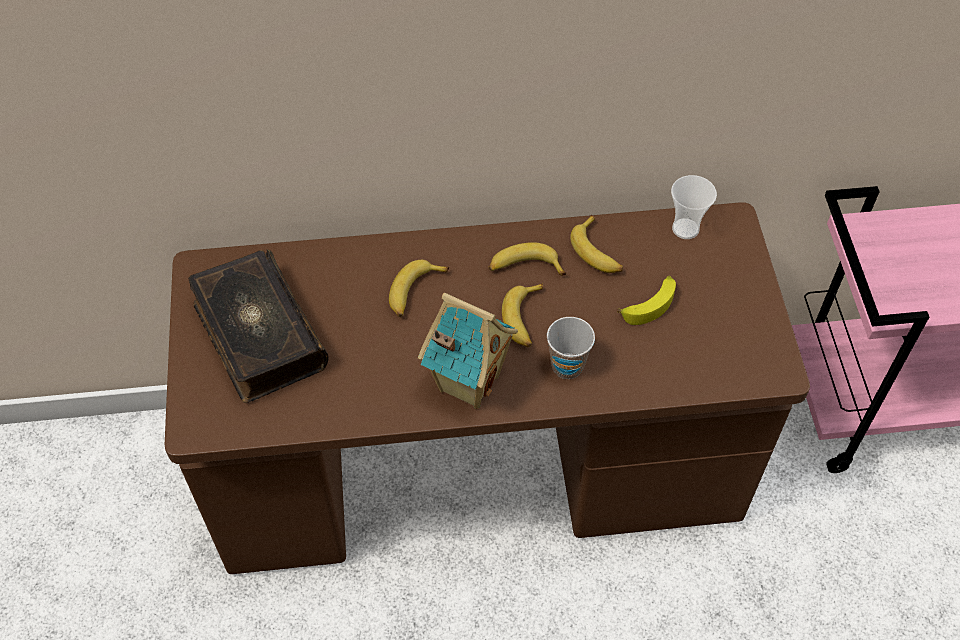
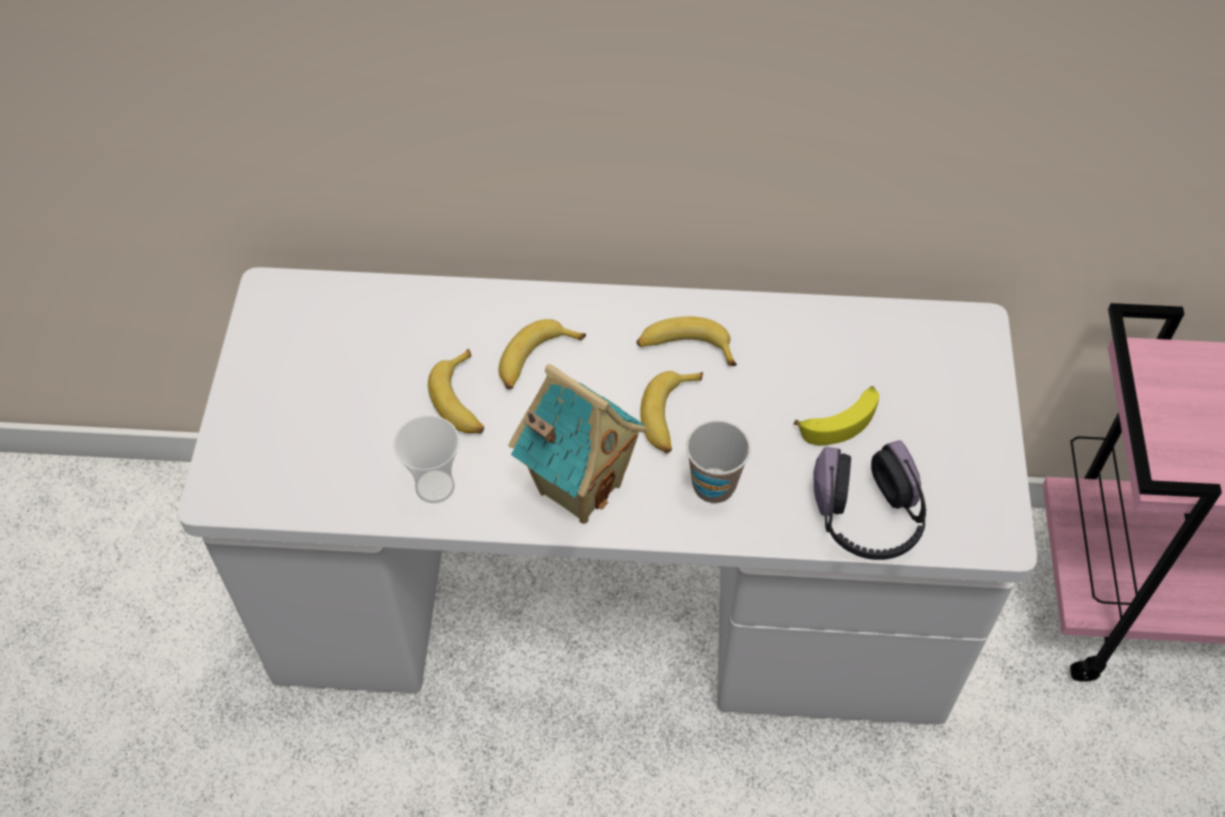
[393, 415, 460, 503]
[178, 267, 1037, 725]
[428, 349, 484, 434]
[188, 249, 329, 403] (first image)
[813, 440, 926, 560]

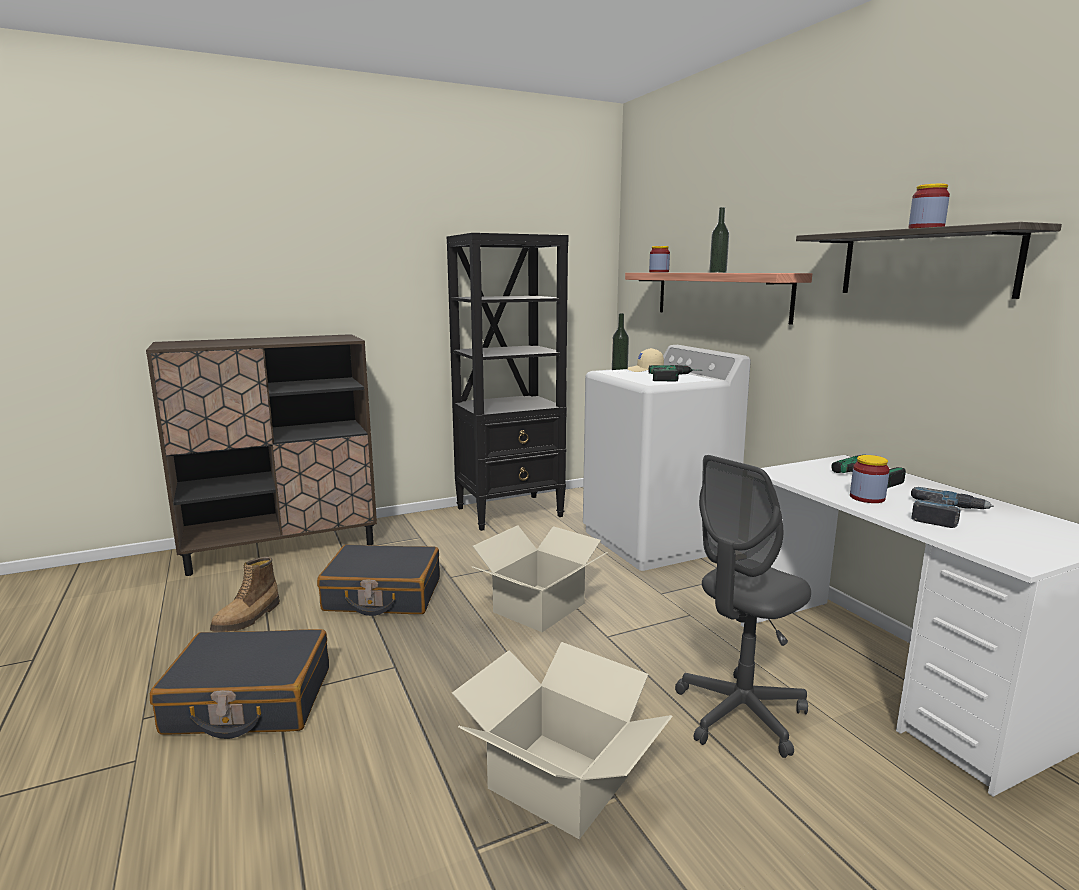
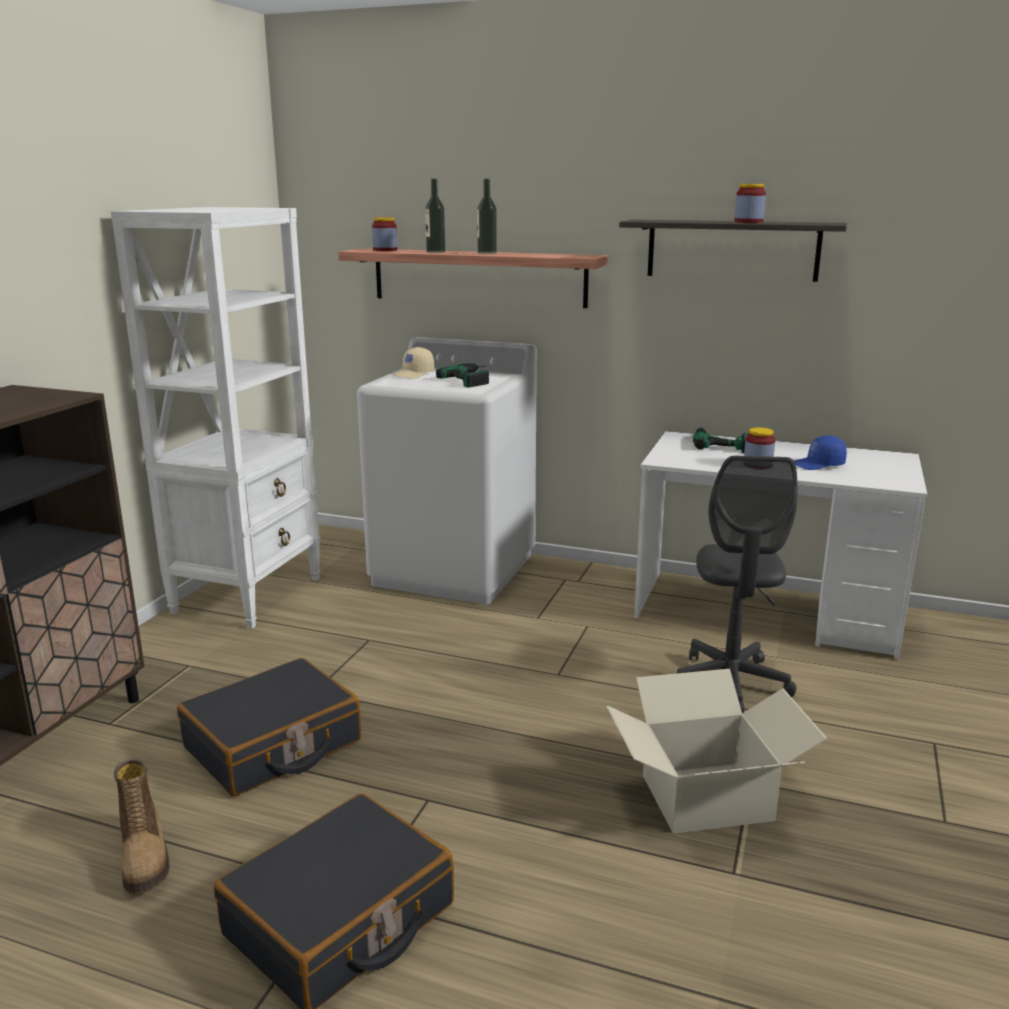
[111, 207, 321, 629]
[425, 179, 445, 253]
[795, 435, 847, 470]
[472, 525, 608, 632] (first image)

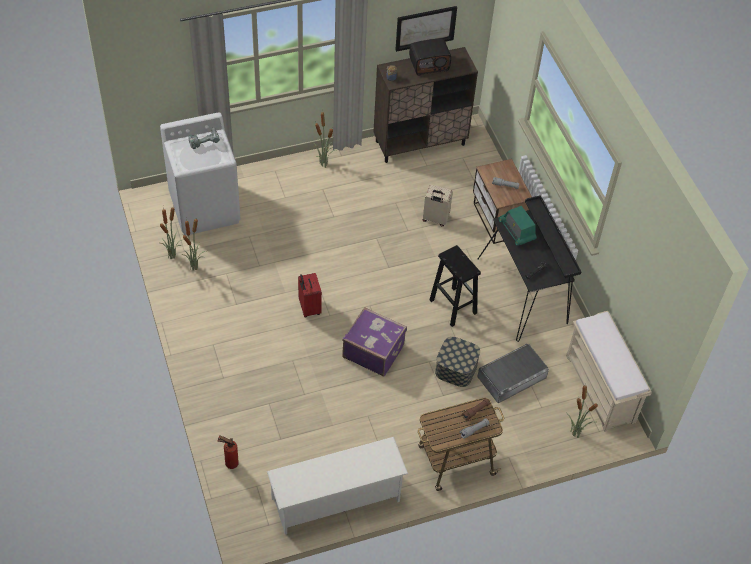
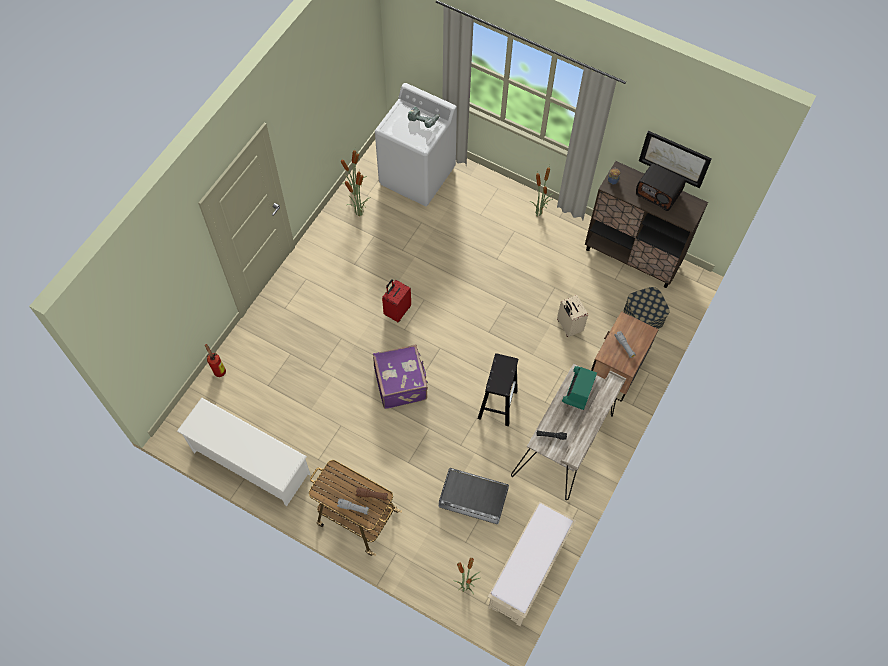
[511, 364, 626, 500]
[624, 287, 670, 329]

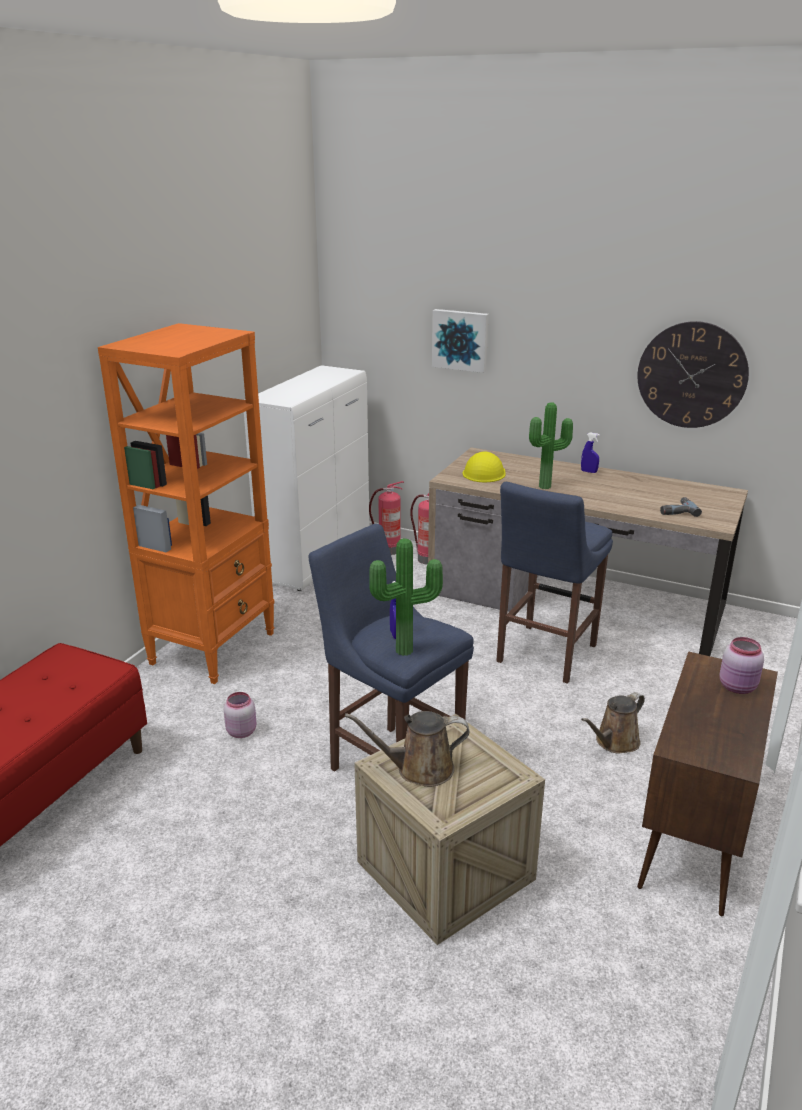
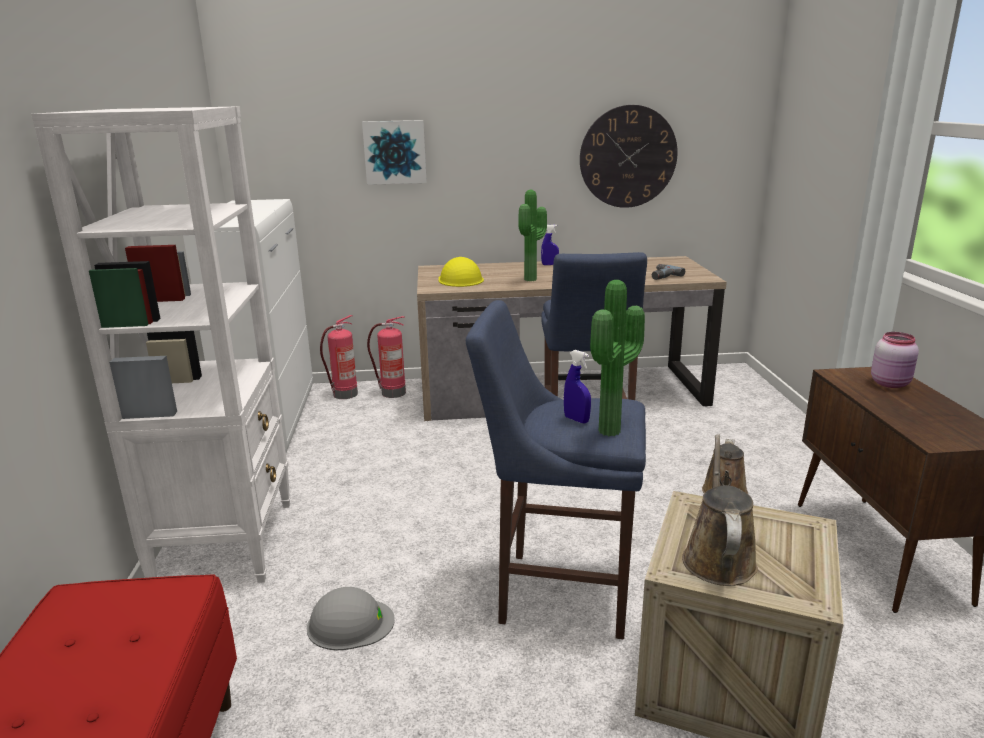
[31, 106, 291, 583]
[307, 587, 395, 650]
[682, 434, 758, 586]

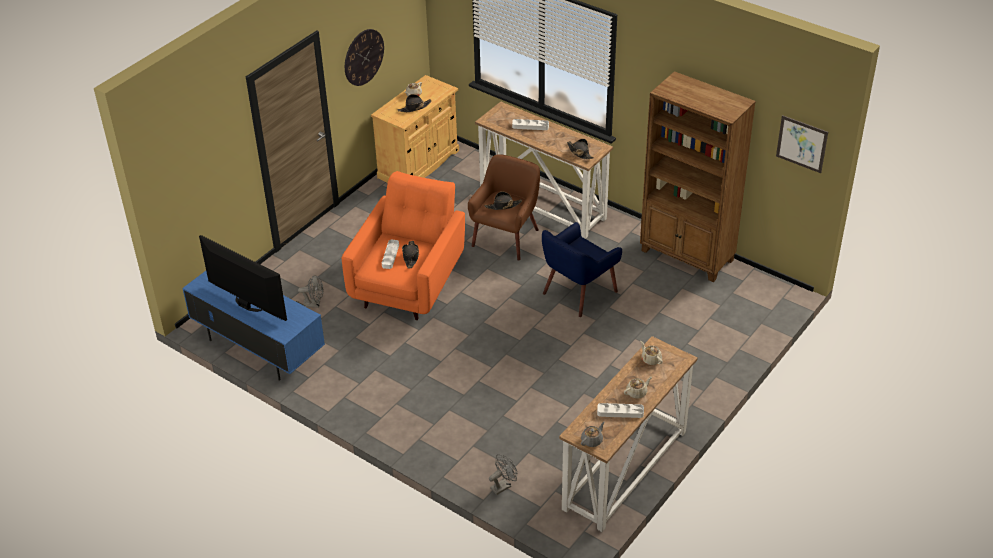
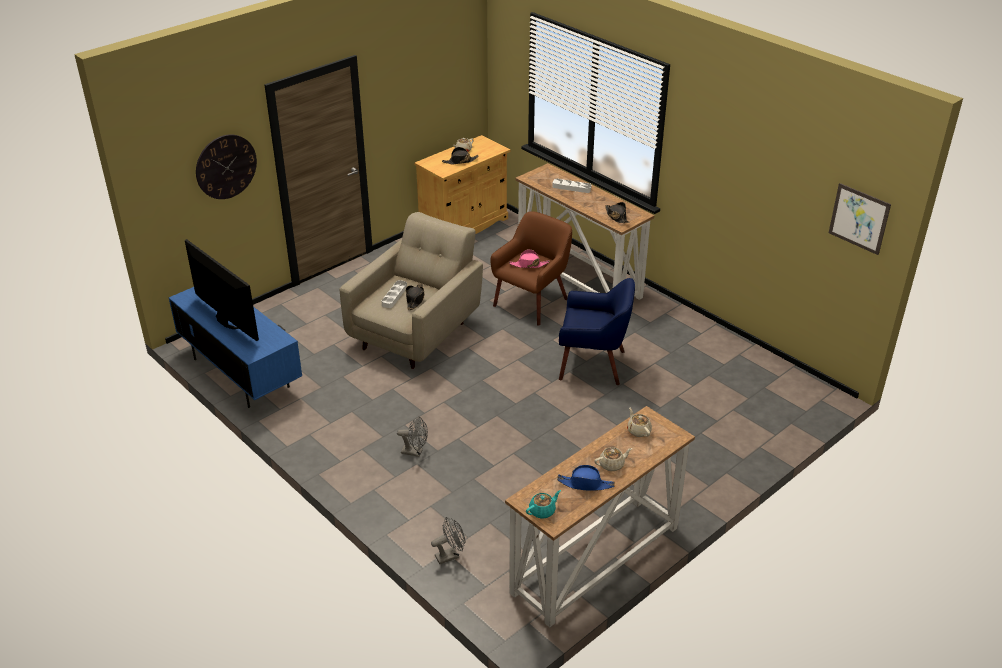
[196, 134, 257, 199]
[640, 71, 756, 282] (first image)
[339, 212, 483, 369]
[509, 249, 550, 268]
[559, 278, 635, 385]
[397, 416, 428, 457]
[557, 465, 615, 491]
[526, 490, 561, 518]

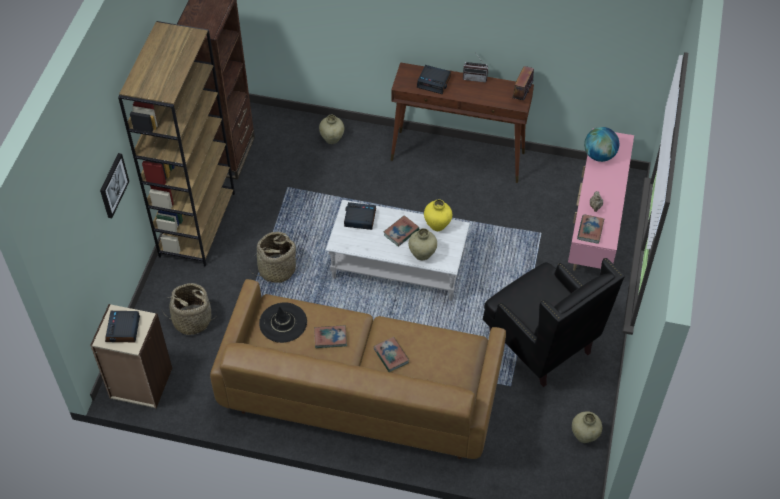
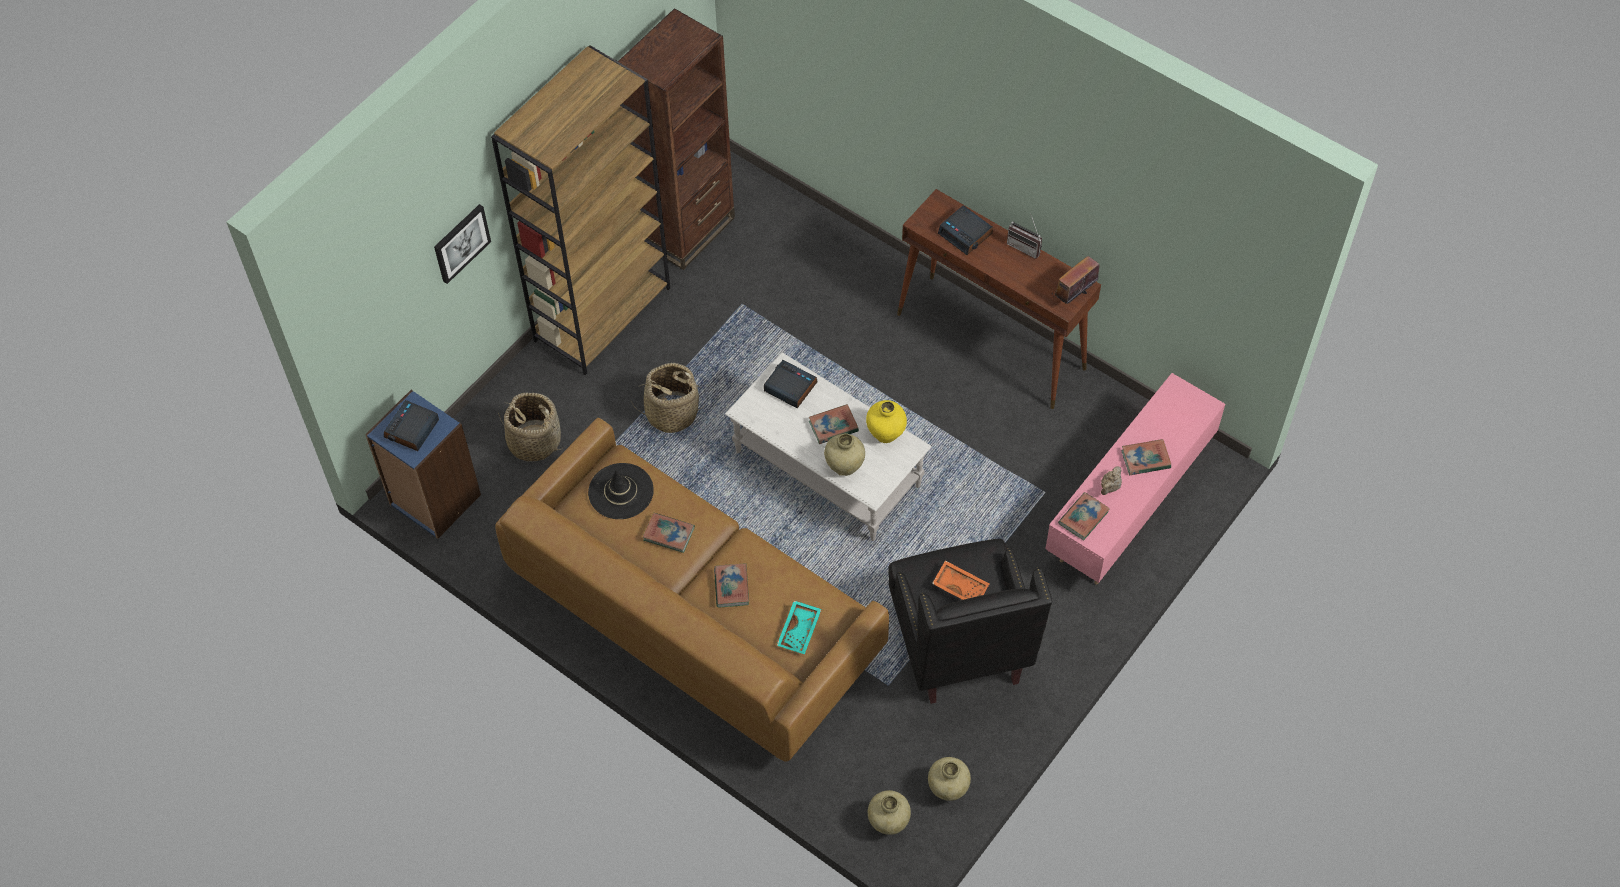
[868, 790, 911, 835]
[584, 127, 619, 162] (first image)
[365, 390, 481, 539]
[1121, 439, 1171, 475]
[932, 560, 990, 600]
[777, 601, 822, 654]

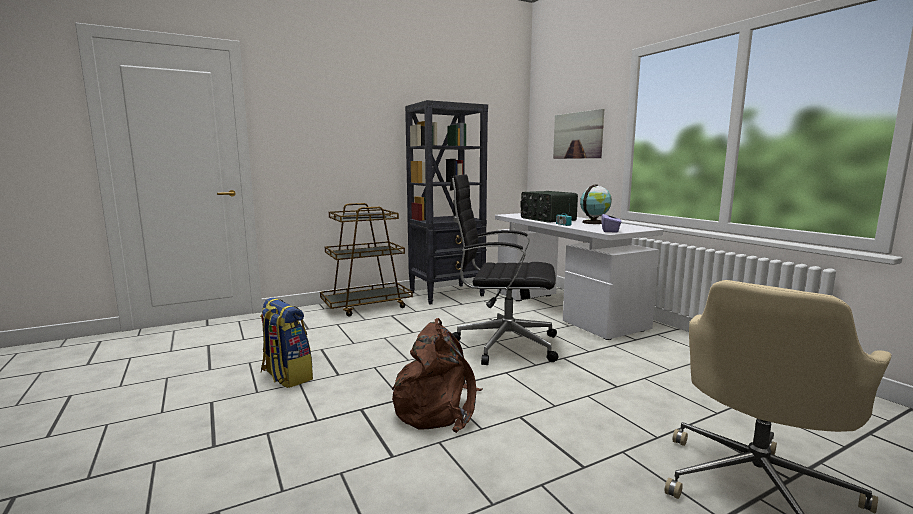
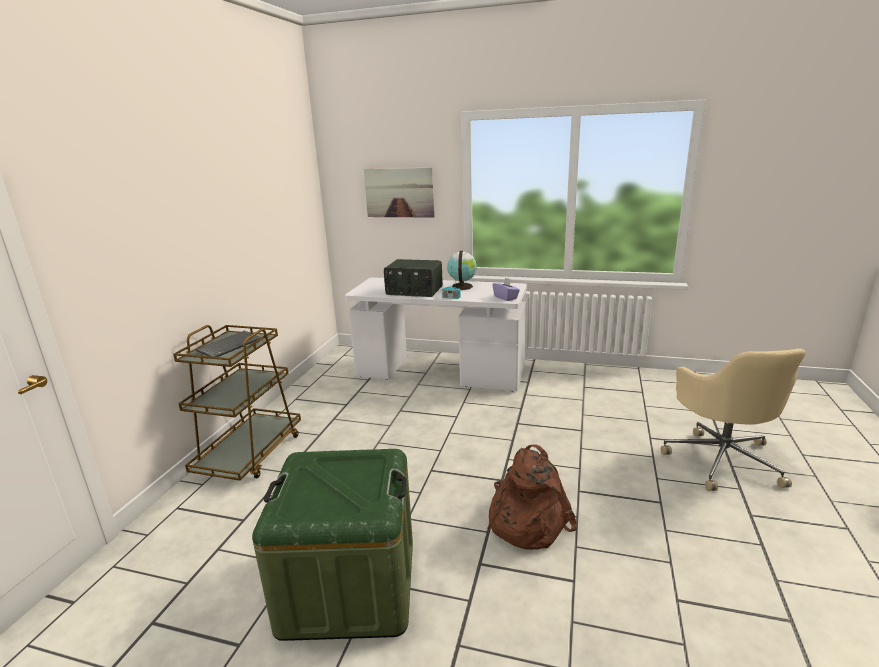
[405, 100, 488, 305] (first image)
[450, 174, 558, 365] (first image)
[252, 449, 413, 641]

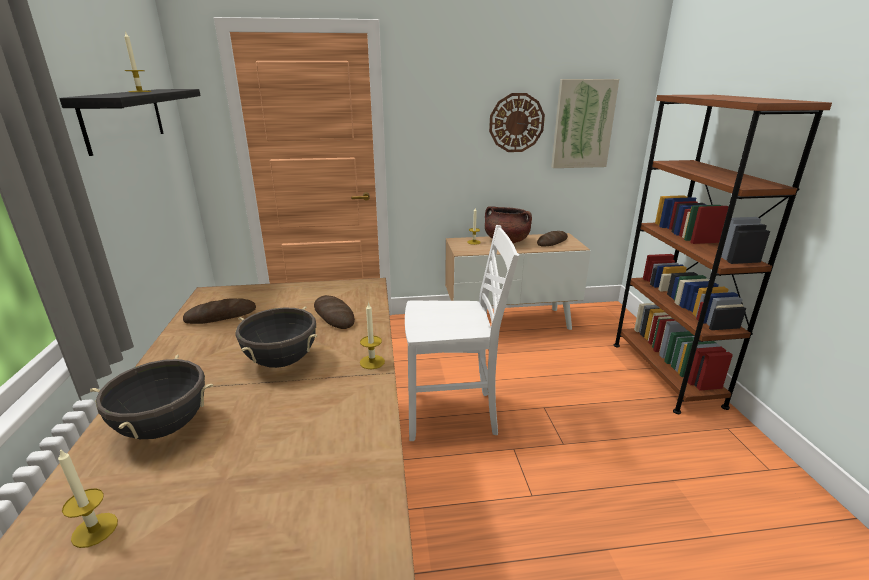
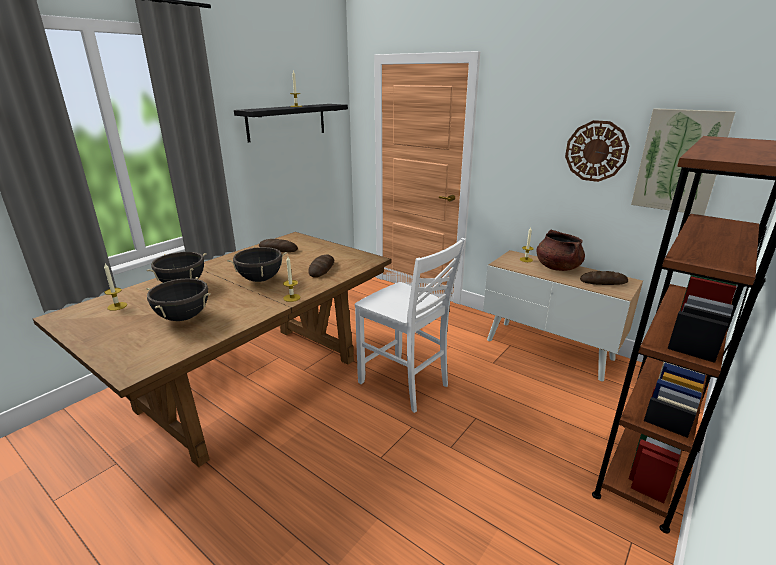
[146, 277, 210, 321]

